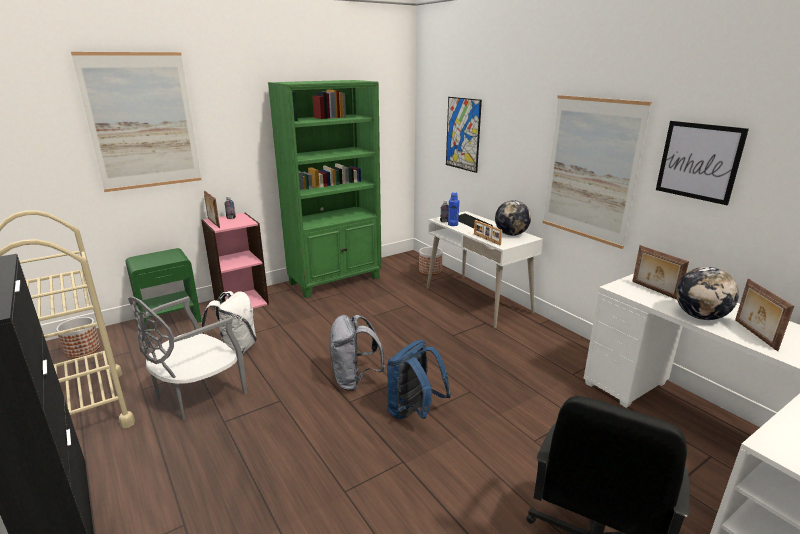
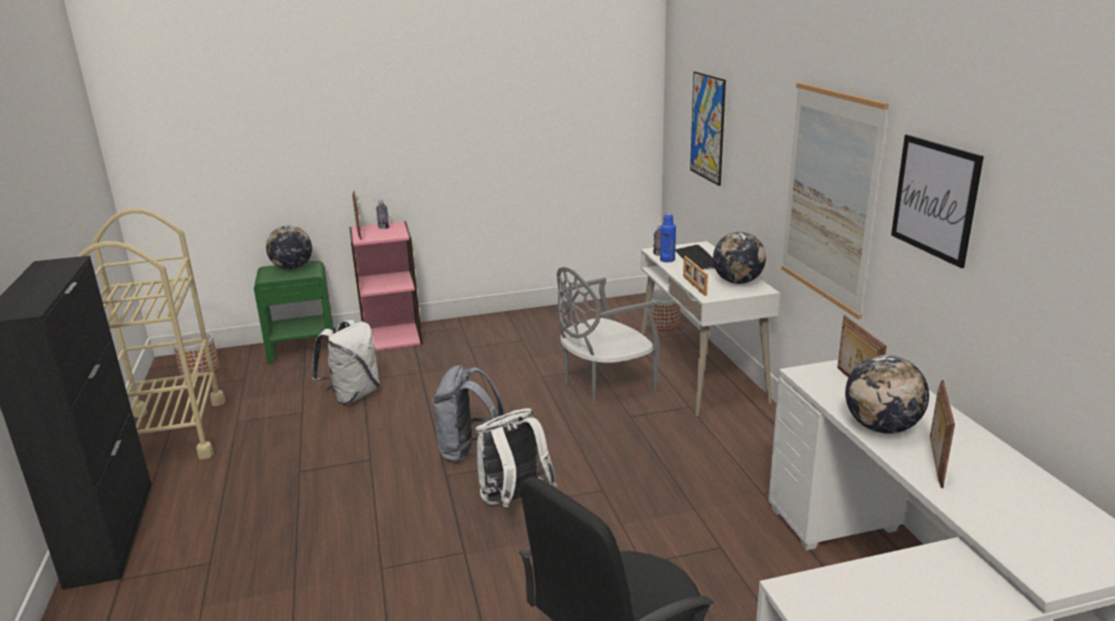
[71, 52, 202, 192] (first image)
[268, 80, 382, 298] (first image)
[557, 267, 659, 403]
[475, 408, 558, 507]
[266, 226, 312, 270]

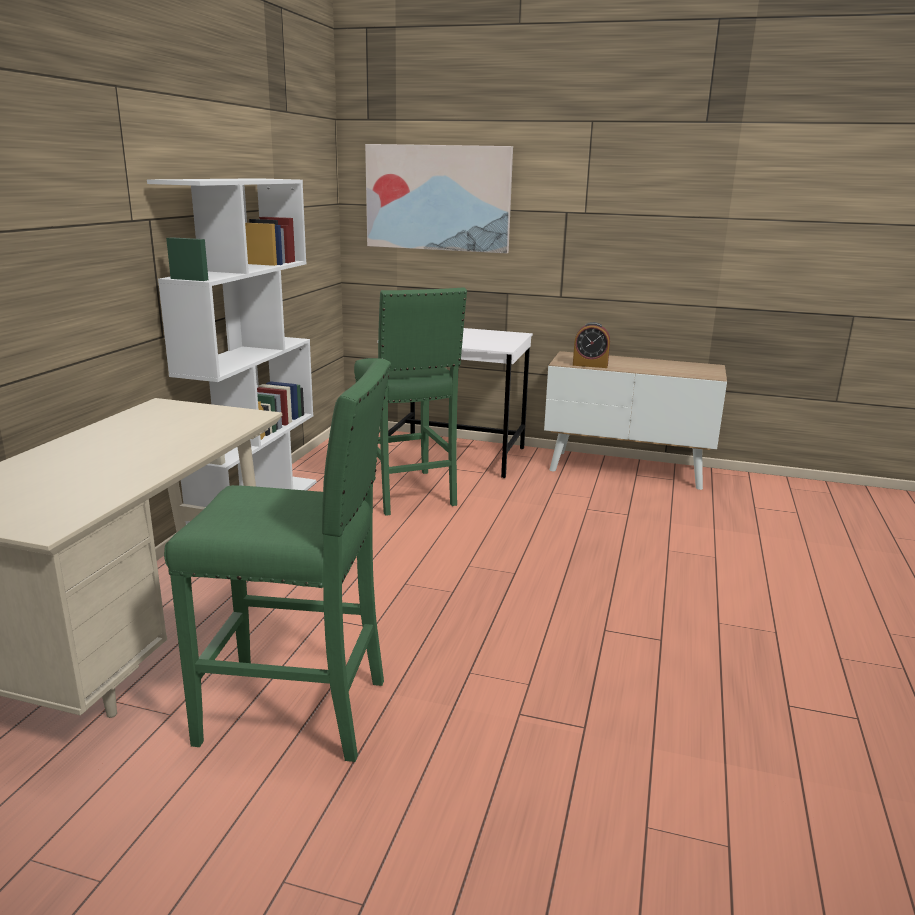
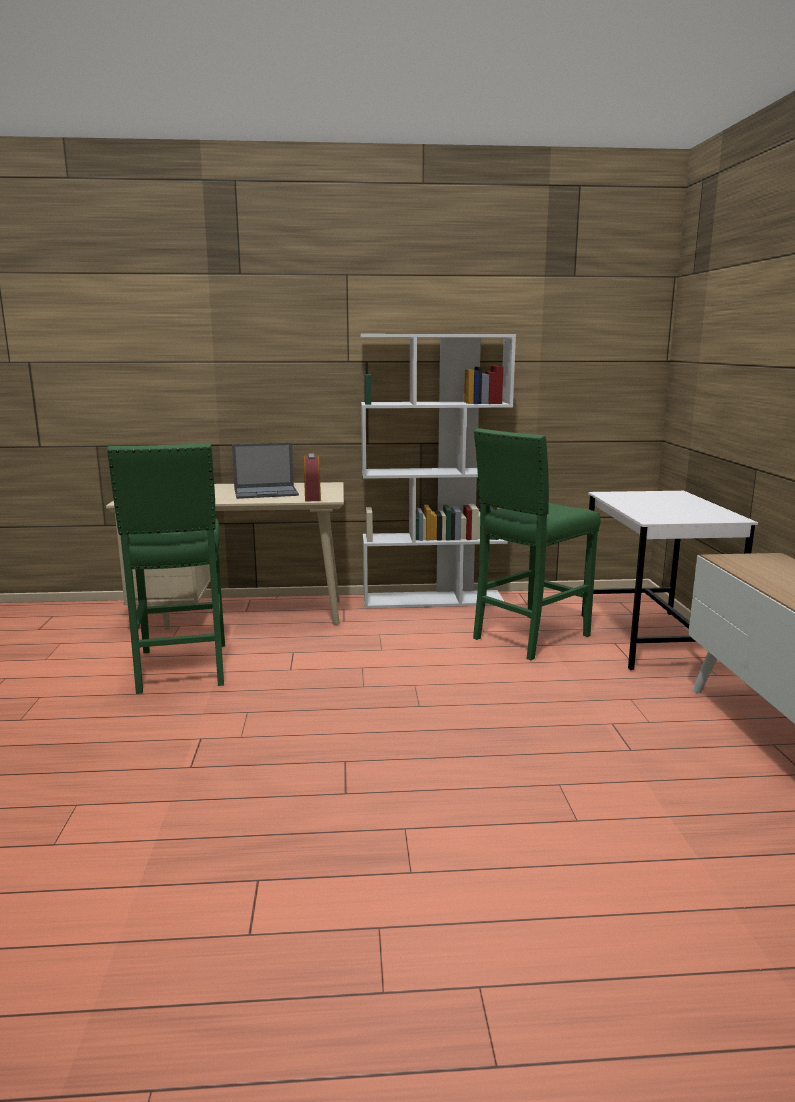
[365, 144, 513, 253] (first image)
[304, 453, 321, 501]
[232, 443, 299, 499]

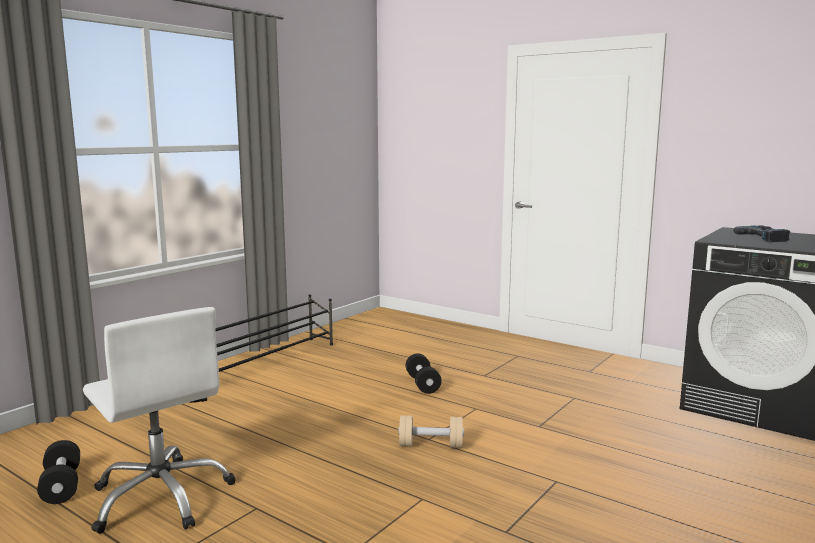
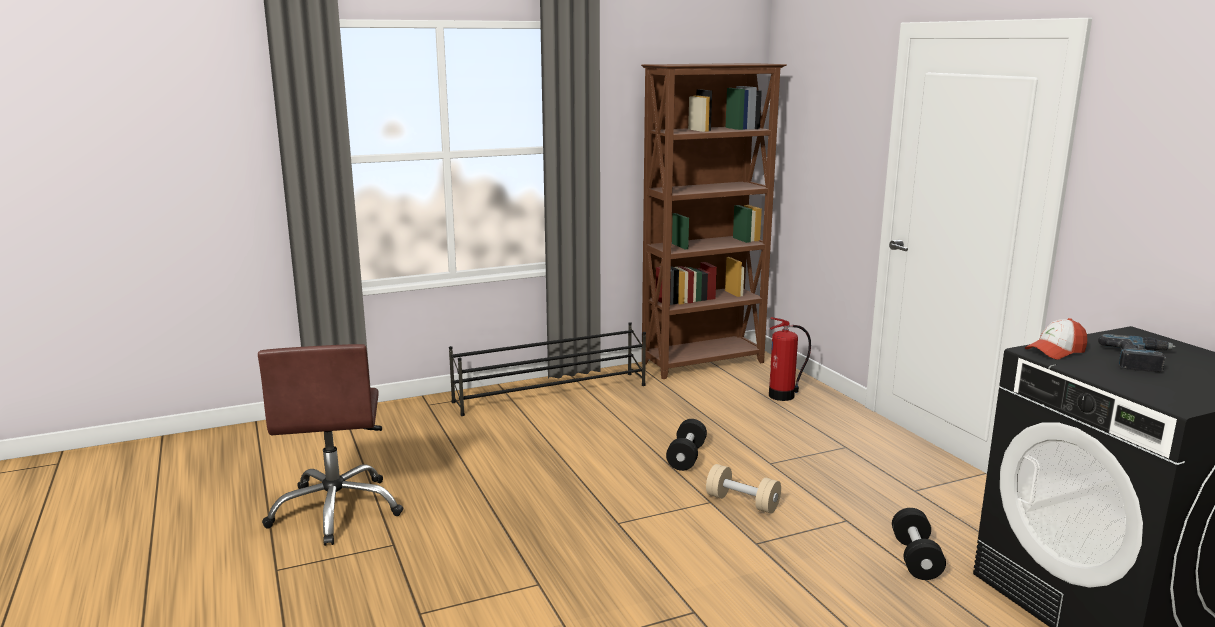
[258, 344, 404, 546]
[706, 464, 781, 514]
[892, 508, 946, 580]
[641, 63, 786, 379]
[769, 317, 811, 401]
[1025, 318, 1087, 360]

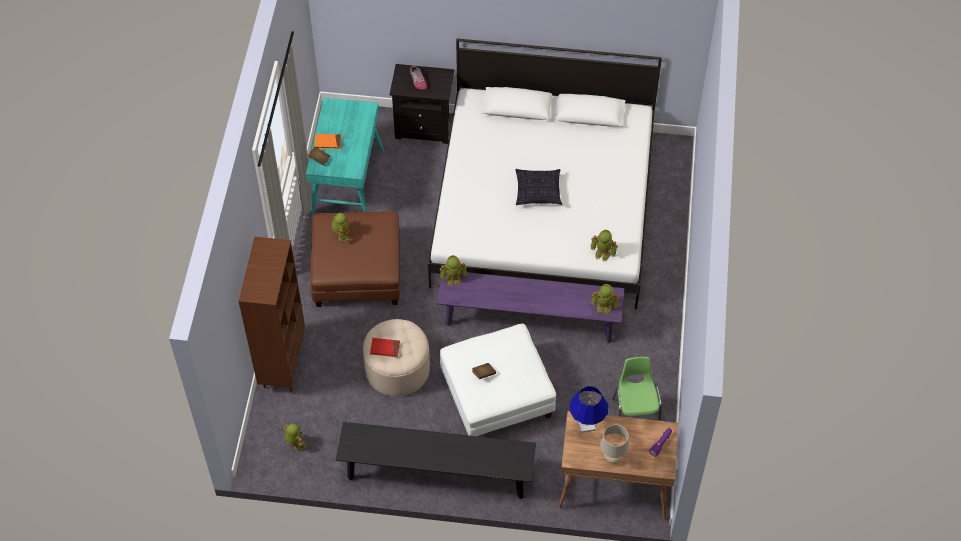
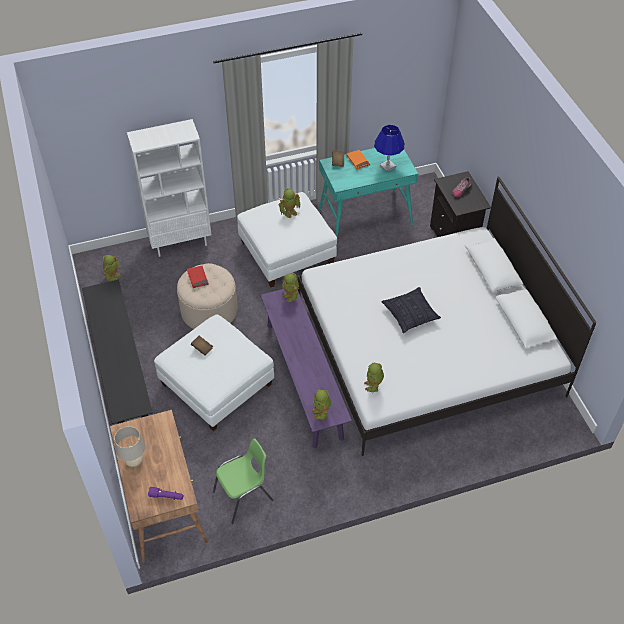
[237, 192, 337, 288]
[127, 119, 212, 257]
[374, 125, 405, 172]

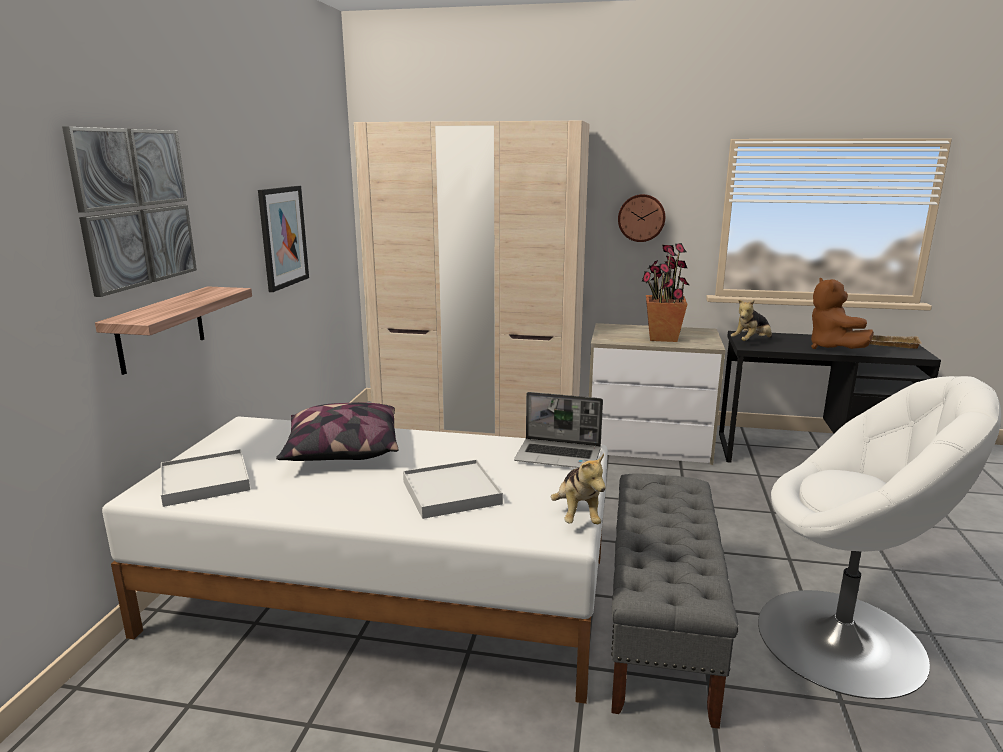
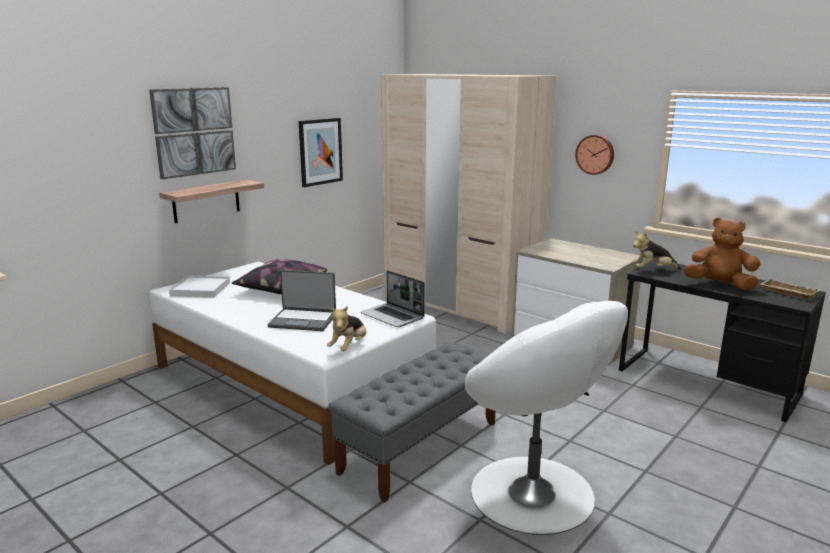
[641, 243, 689, 342] (first image)
[683, 218, 760, 290]
[268, 270, 336, 331]

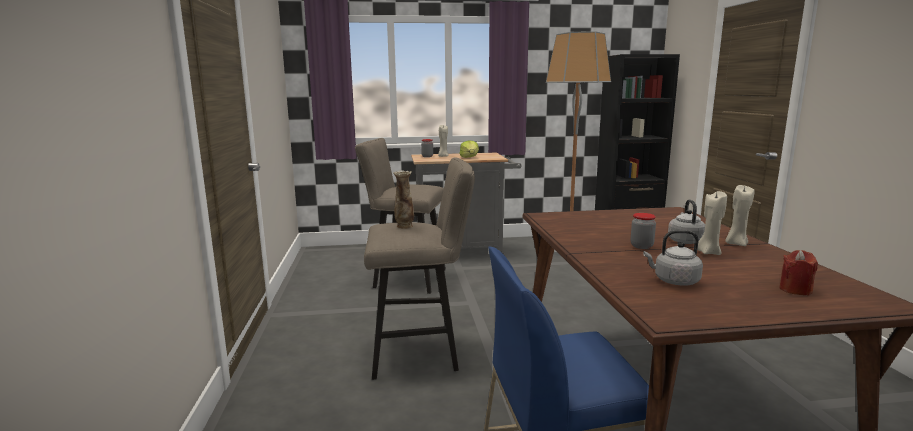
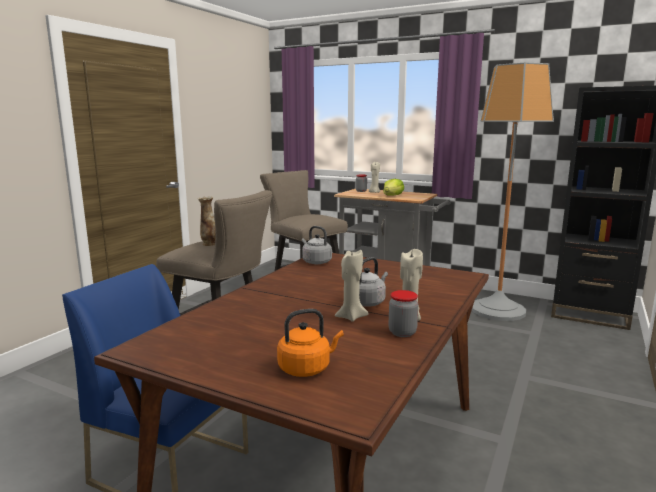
[389, 290, 418, 337]
[302, 226, 332, 264]
[277, 309, 344, 377]

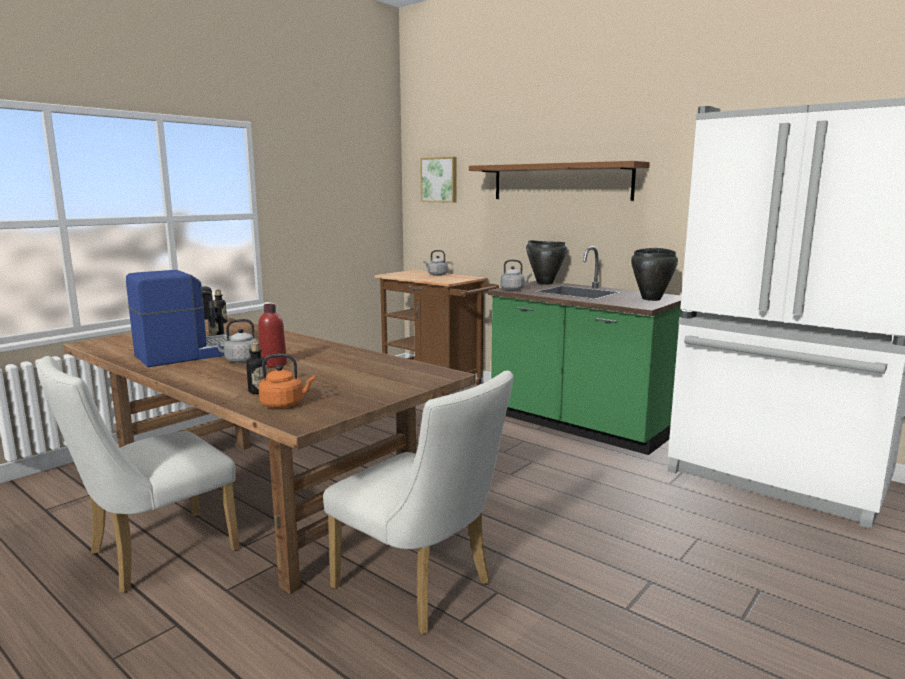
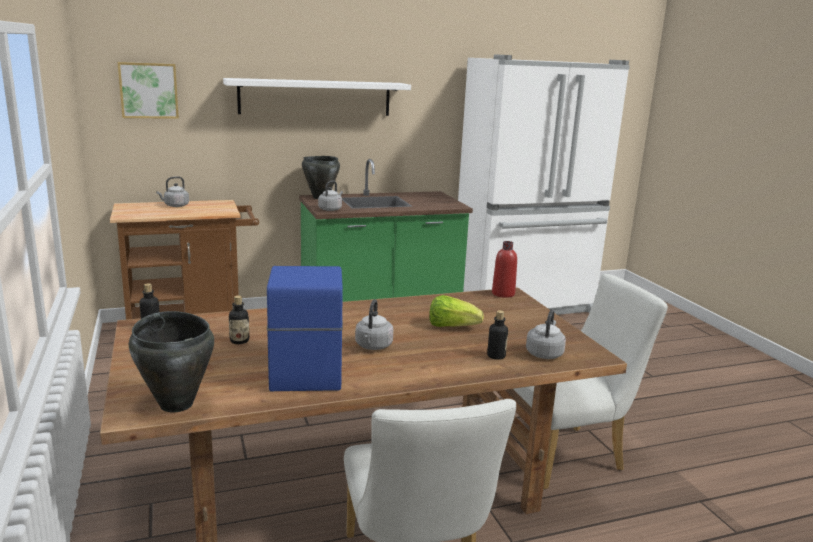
[223, 78, 411, 116]
[129, 311, 214, 412]
[492, 241, 517, 298]
[526, 309, 566, 359]
[429, 295, 484, 327]

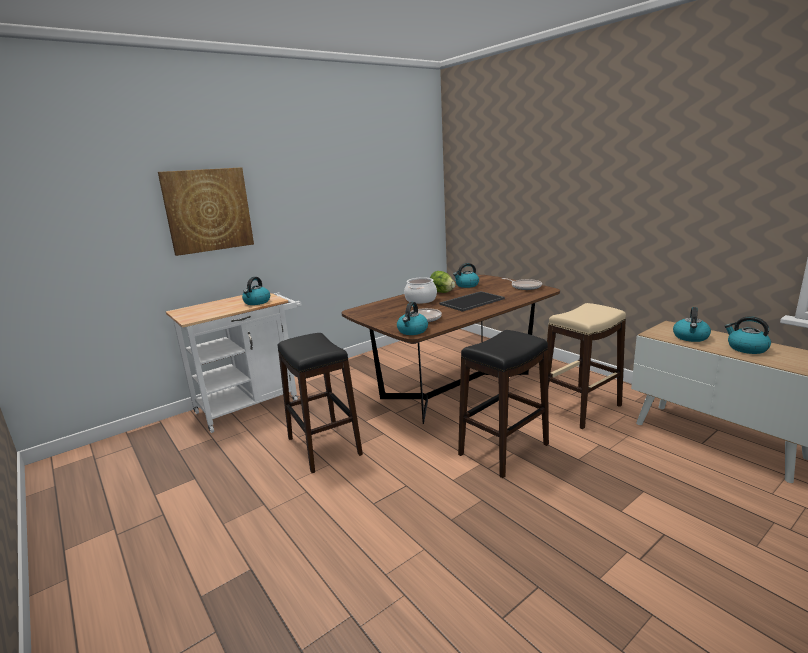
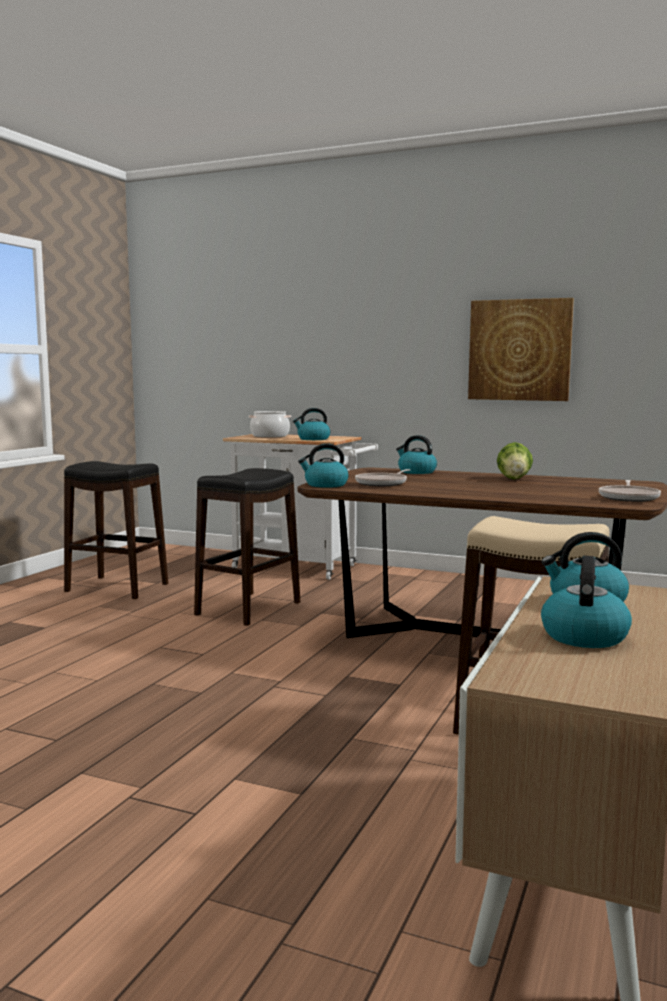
[468, 298, 574, 401]
[396, 435, 437, 474]
[248, 411, 291, 438]
[439, 291, 505, 312] (first image)
[64, 461, 168, 599]

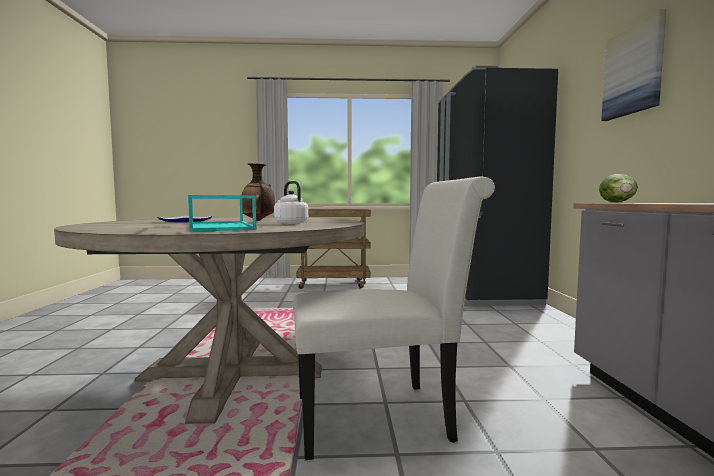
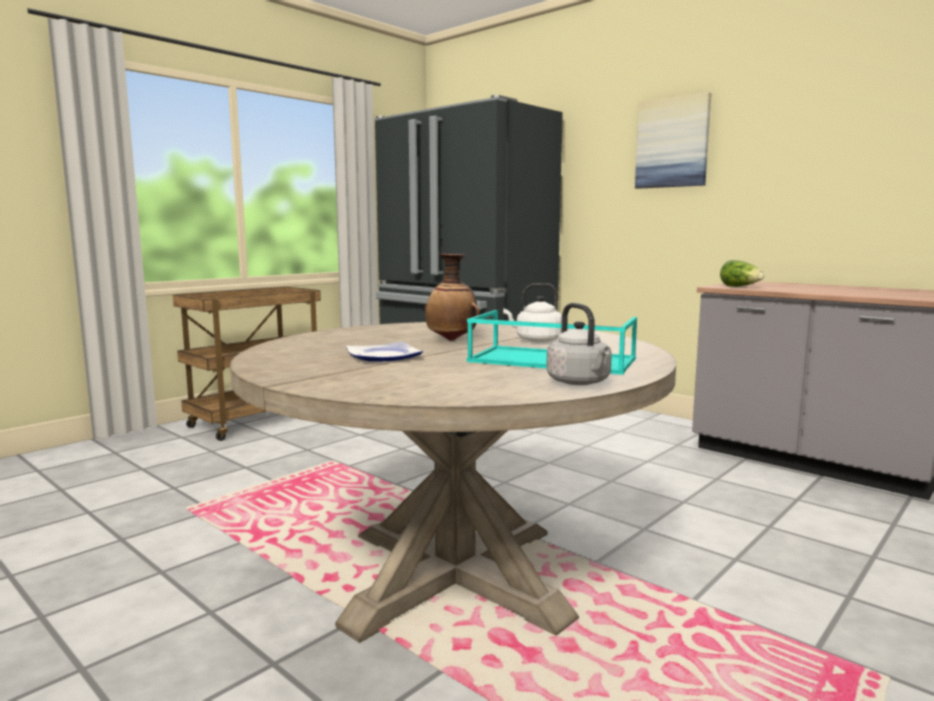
[293, 177, 495, 460] (first image)
[546, 303, 612, 385]

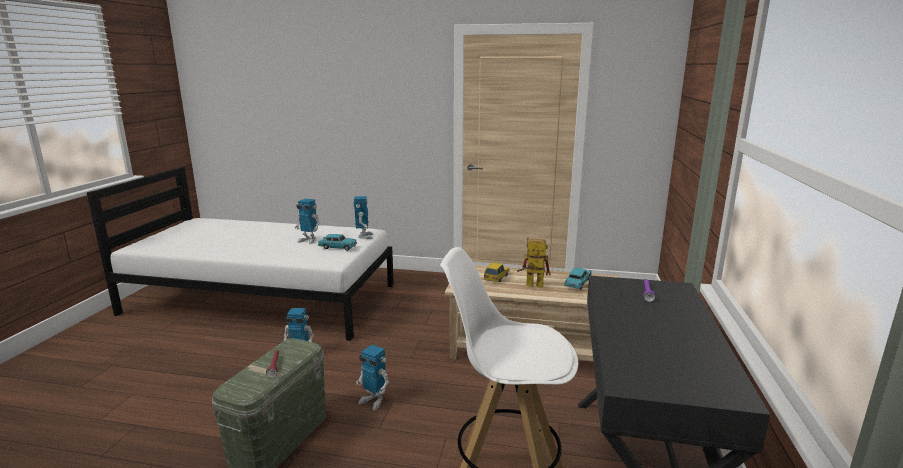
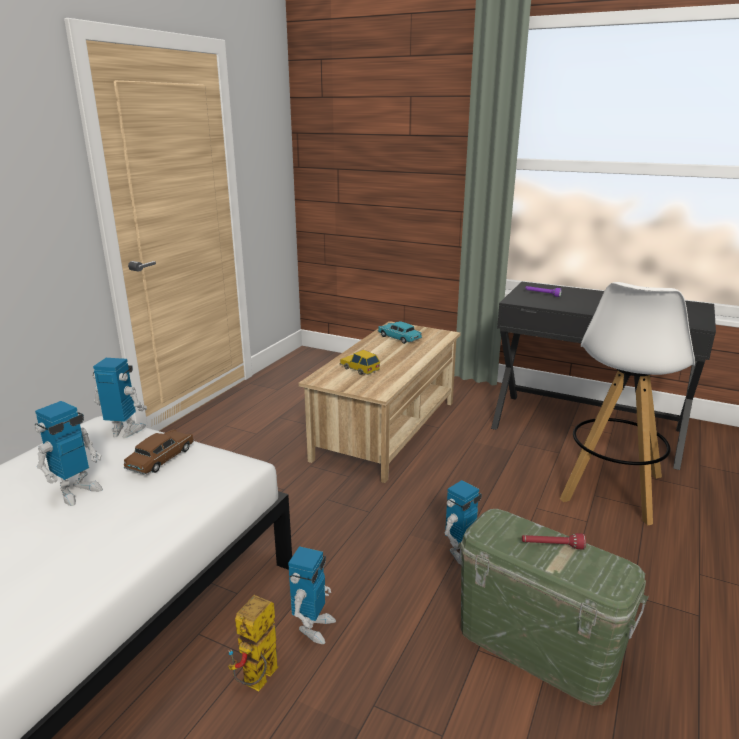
[124, 429, 194, 474]
[228, 595, 278, 691]

